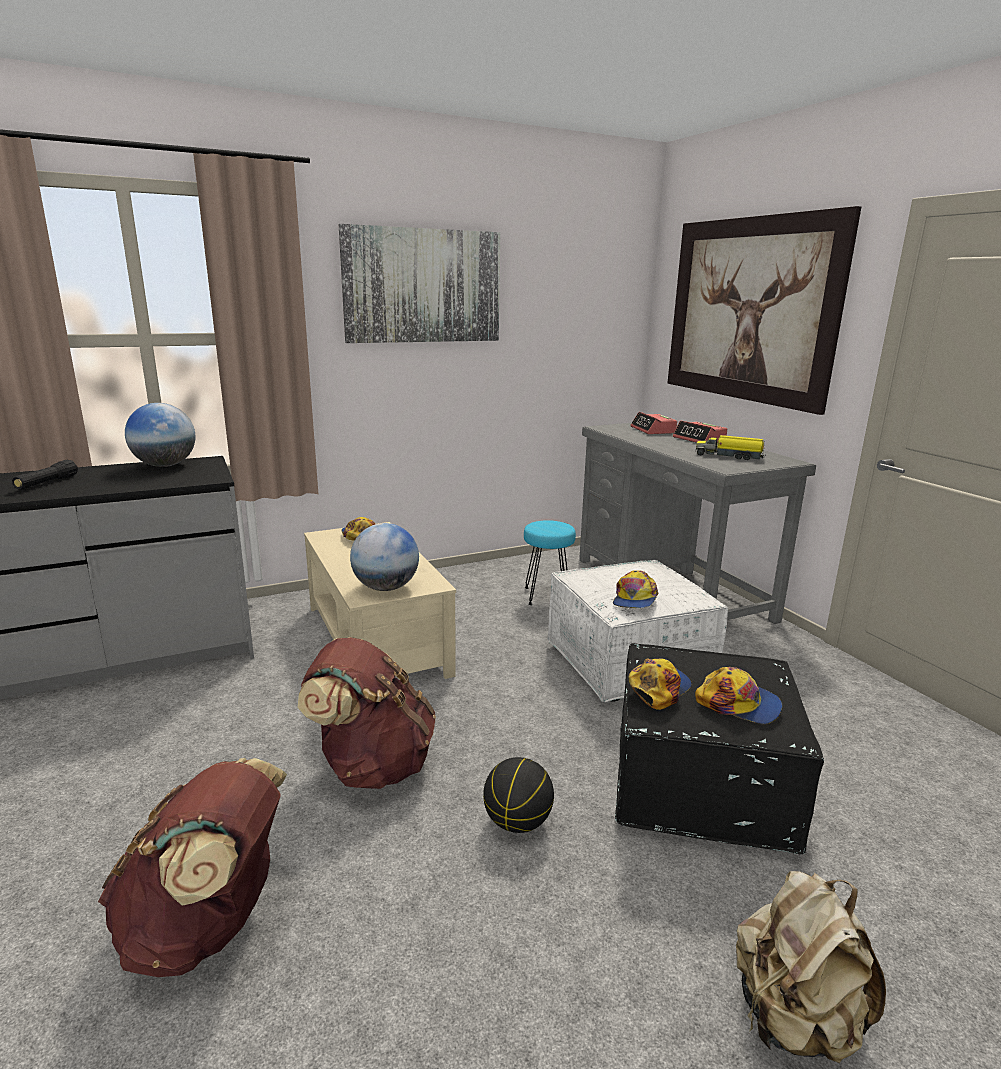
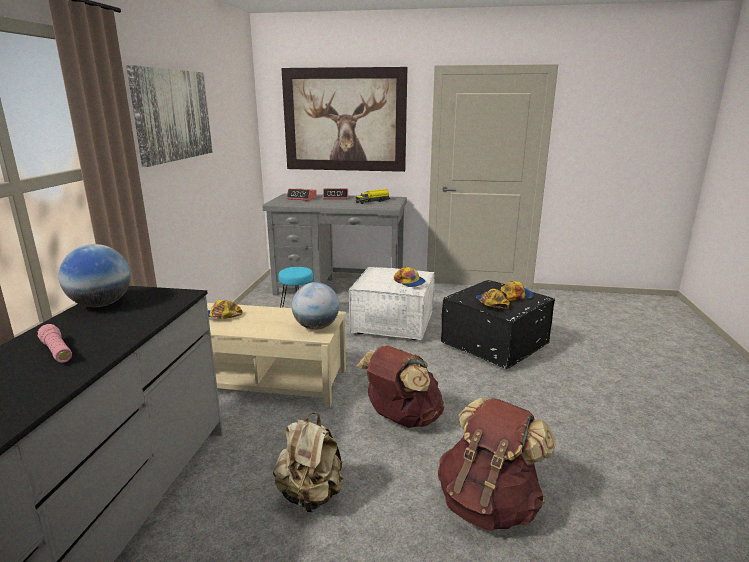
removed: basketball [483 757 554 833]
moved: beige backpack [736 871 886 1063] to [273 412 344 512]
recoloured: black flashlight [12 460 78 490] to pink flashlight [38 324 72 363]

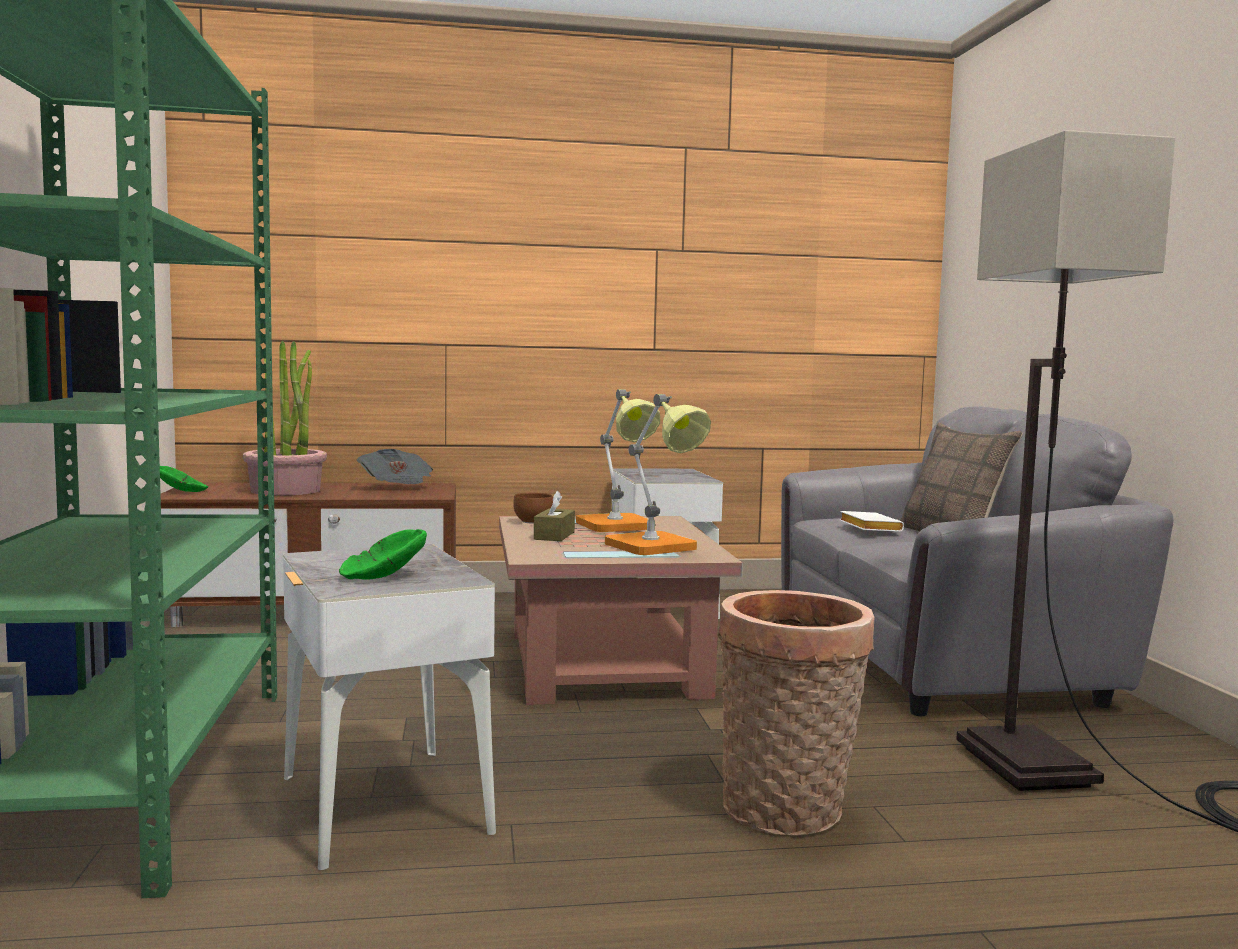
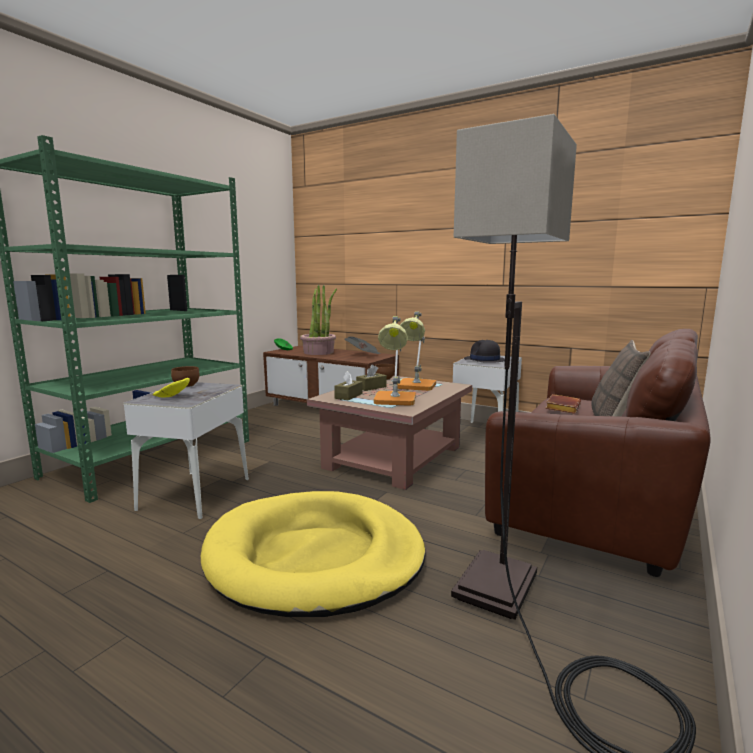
added: brown bowl [171 366 200 387]; brown tissue box [334 371 362 400]; black hat [464 340 505 363]
replaced: basket [717 590 875 835] to yellow dog bed [201 491 426 617]
recoloured: green bowl [339 529 427 580] to yellow bowl [153 378 190 398]; grey sofa [781 406 1174 716] to brown sofa [485 329 711 577]; white book [840 511 904 532] to brown book [545 394 581 414]

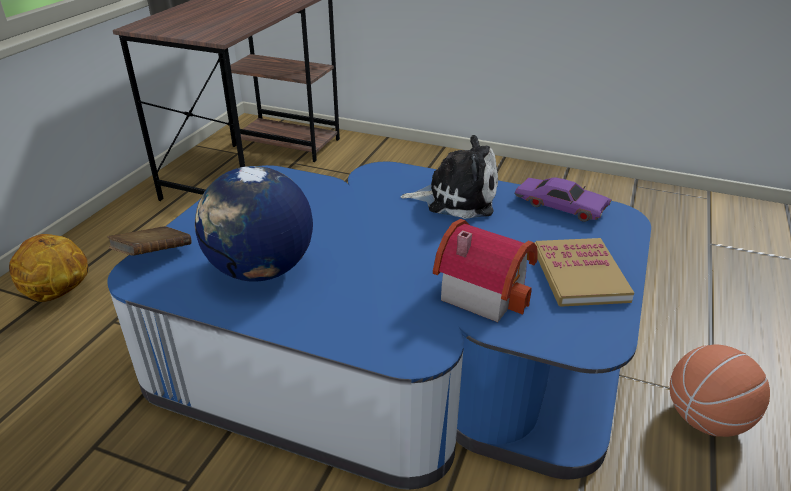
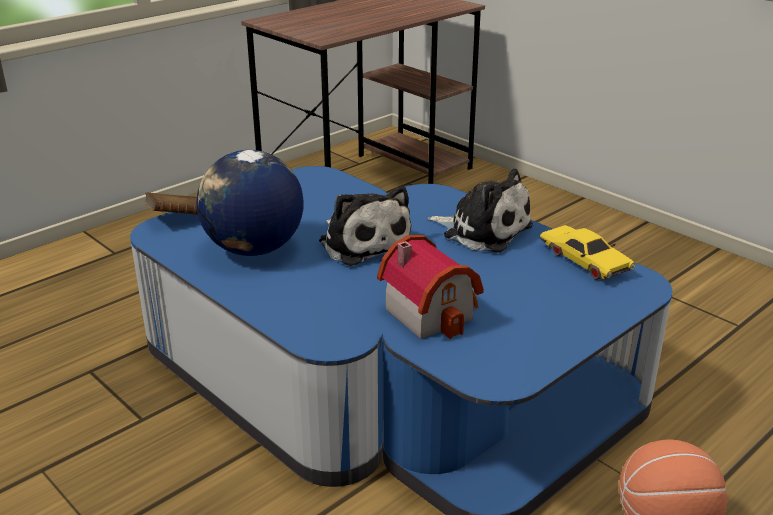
removed: basketball [9 234 88 302]; book [534 238 634 307]
added: plush toy [319 186 411 266]
recoloured: purple toy car [515 177 611 222] to yellow toy car [540 225 636 280]

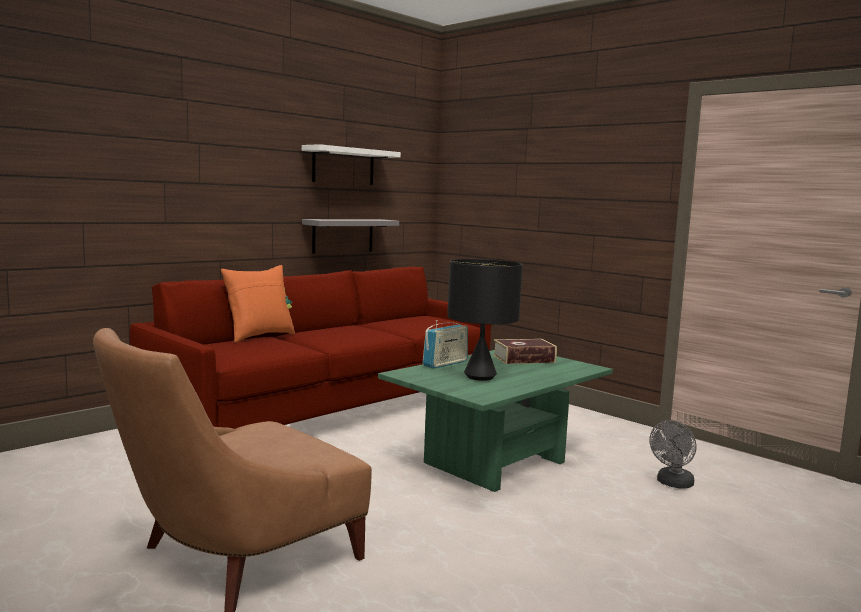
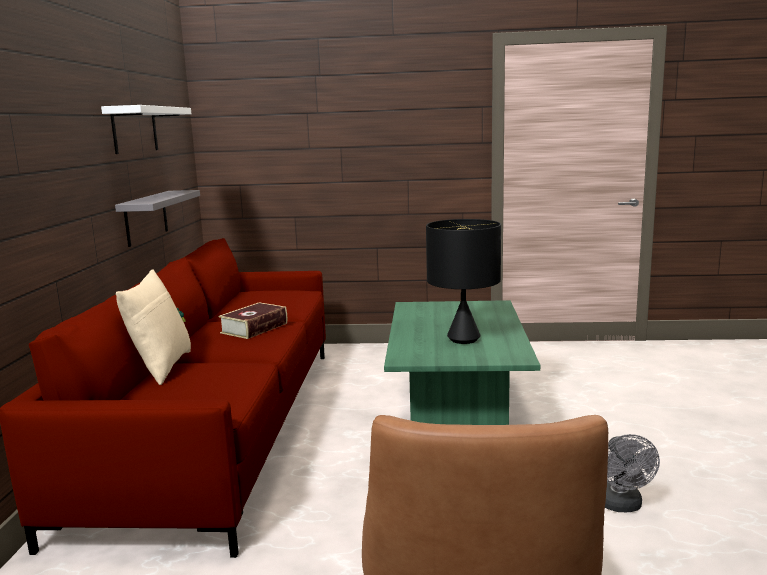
removed: radio [423 320 468 369]
moved: book [493 339 557 364] to [218 302 287 339]; grey fan [650 420 696 489] to [605 434 660 512]
recoloured: orange pillow [221 265 295 343] to beige pillow [116 269 191 385]

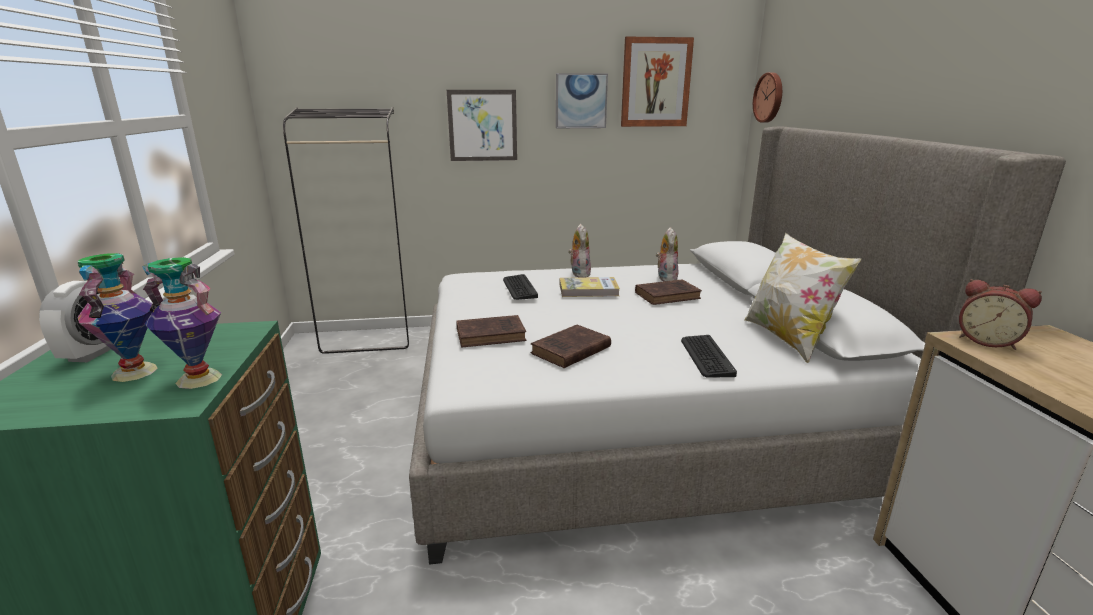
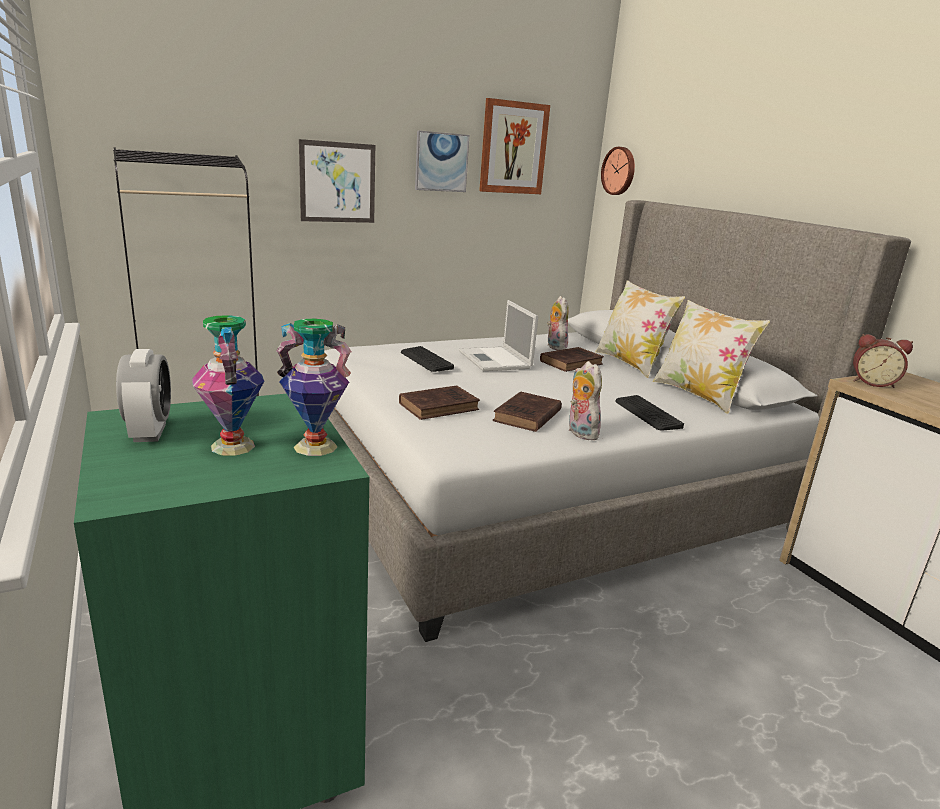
added: pillow [595 280 685 378]
moved: plush toy [568 224 591 277] to [569 361 602 440]
replaced: book [560 277 620 297] to laptop [459 300 538 371]

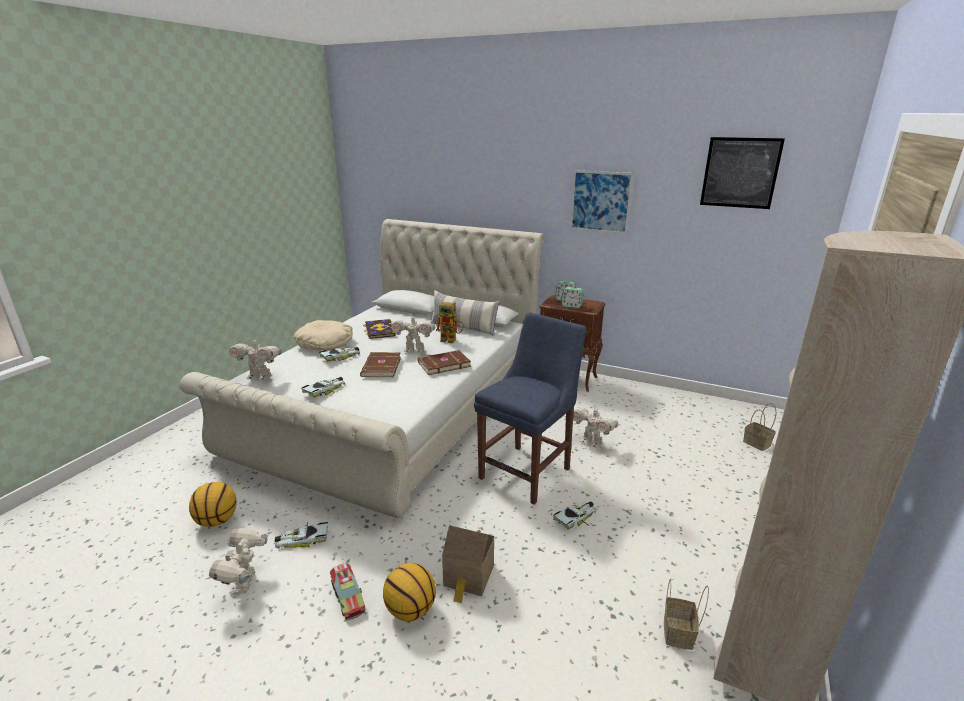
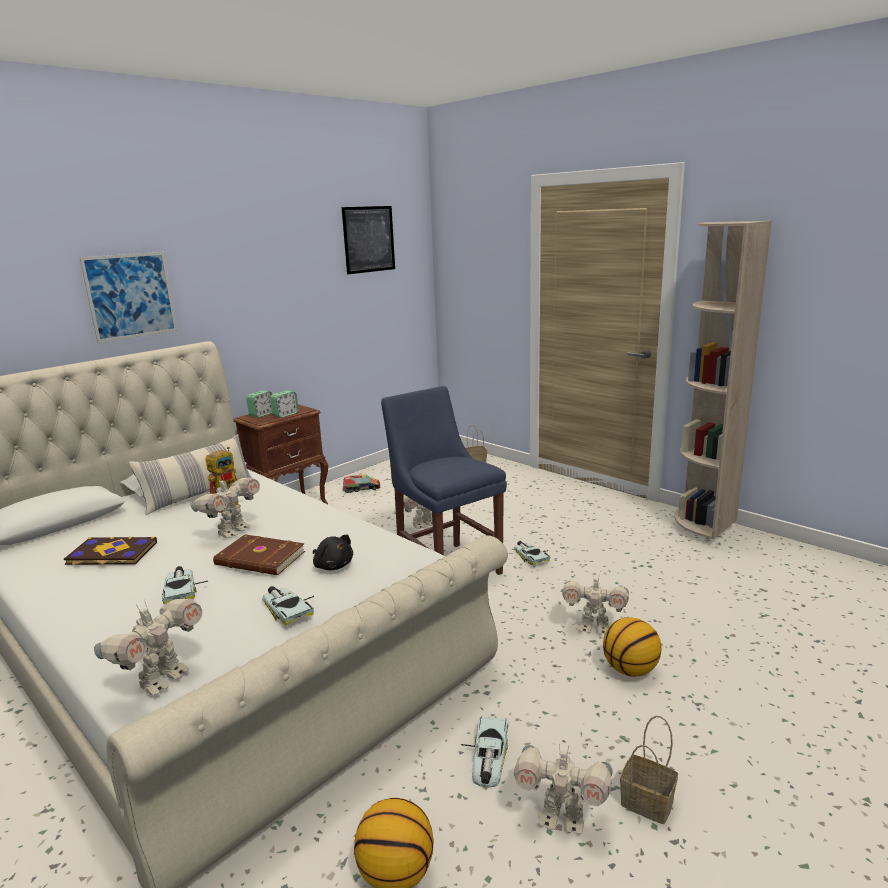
removed: beige pillow [293 320 353 350]; brown book [418 350 471 375]
added: black plush toy [313 535 353 570]
moved: picture [570 170 633 234] to [79 252 177 343]; toy truck [330 563 365 620] to [343 473 381 493]; basket [664 579 709 650] to [620 716 678 824]
replaced: toy house [442 525 494 603] to toy robot [562 573 629 634]

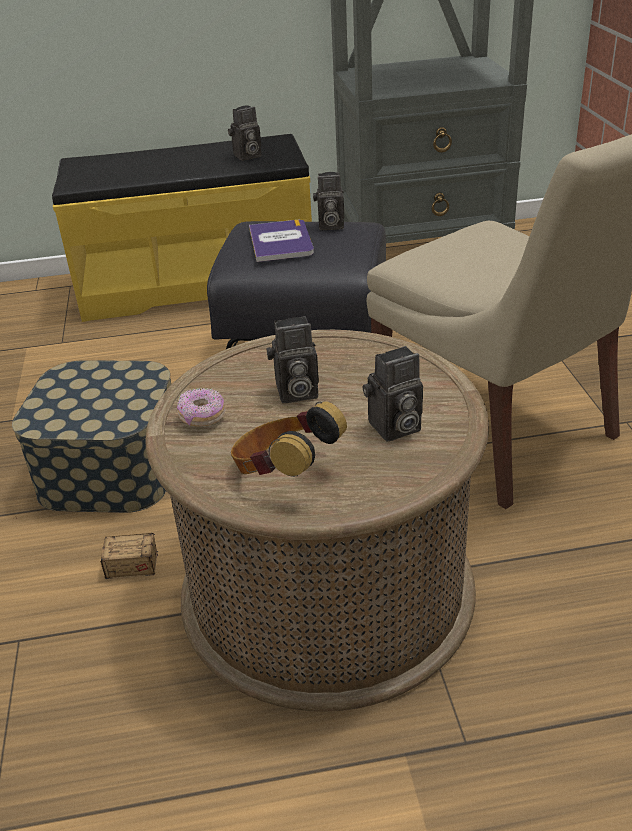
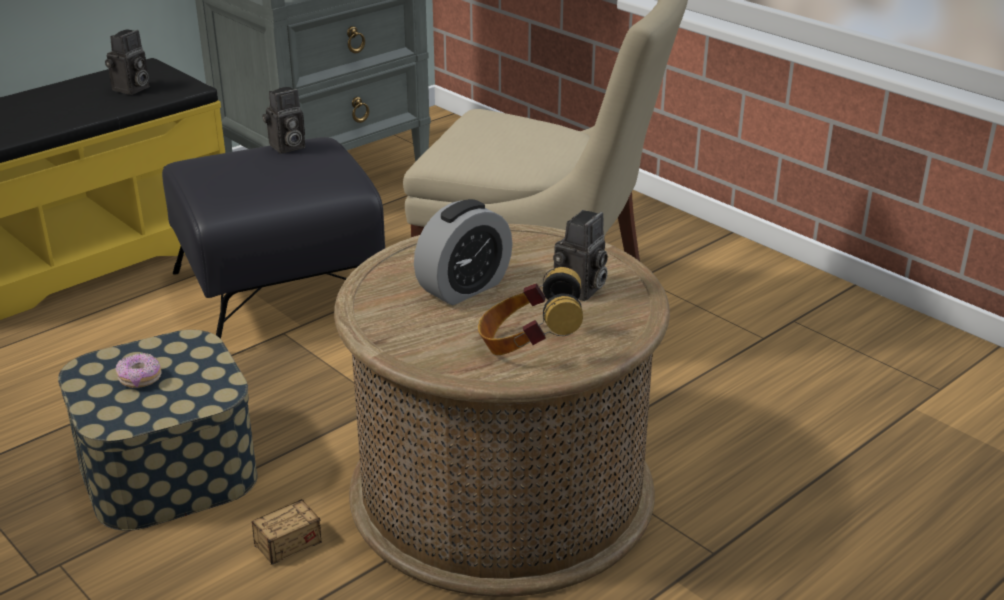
removed: book [249 220 314 262]
moved: donut [177 388 225 427] to [116 353 161 388]
replaced: photo camera [266 316 319 403] to alarm clock [414 199 513 305]

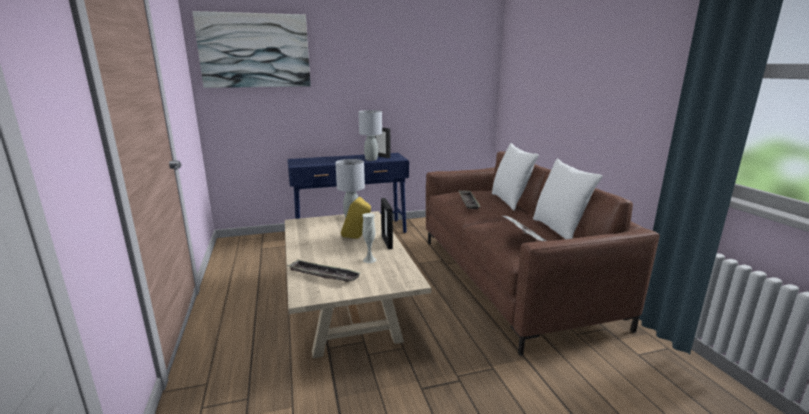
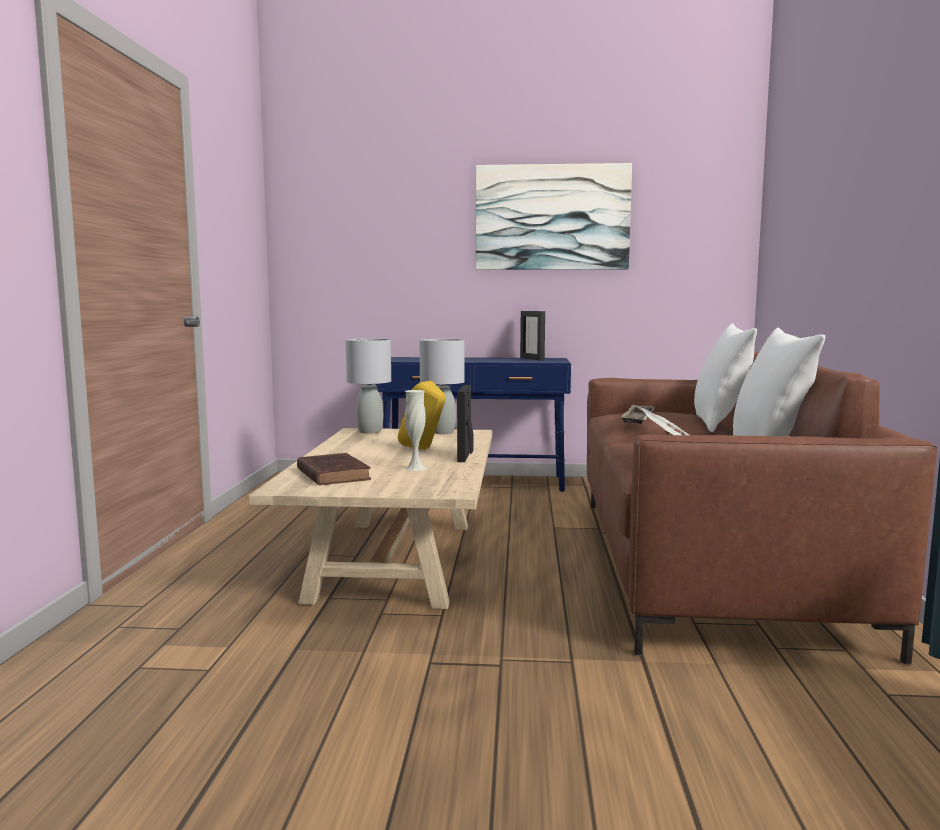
moved: grey table lamp [358 110 382 161] to [346 338 391 434]; picture [192 11 311 88] to [476 163 632 270]
replaced: tray [287 260 361 282] to brown book [297 453 371 485]

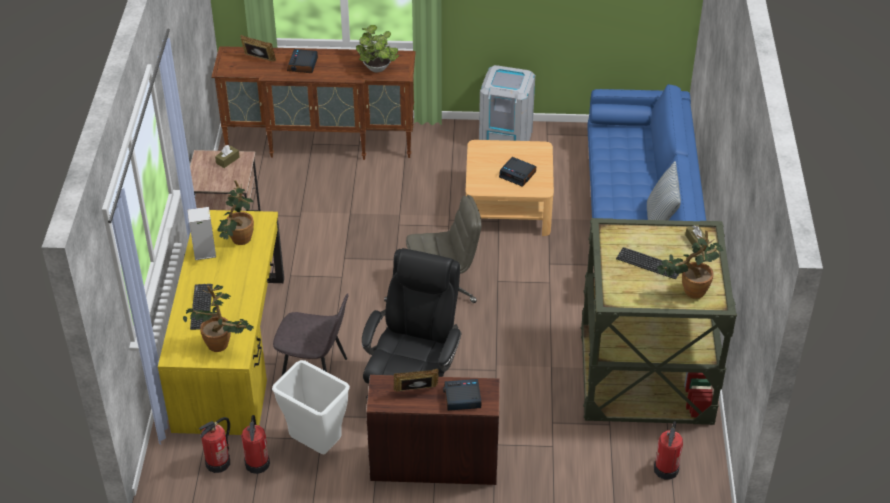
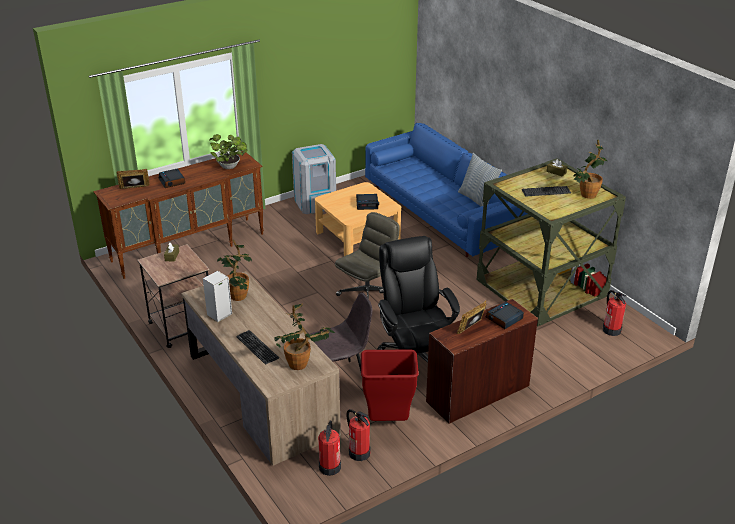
recoloured: yellow desk [158 210 284 435] to brown desk [181 271 341 466]; white trash can [272 360 350 454] to red trash can [361 349 419 421]

